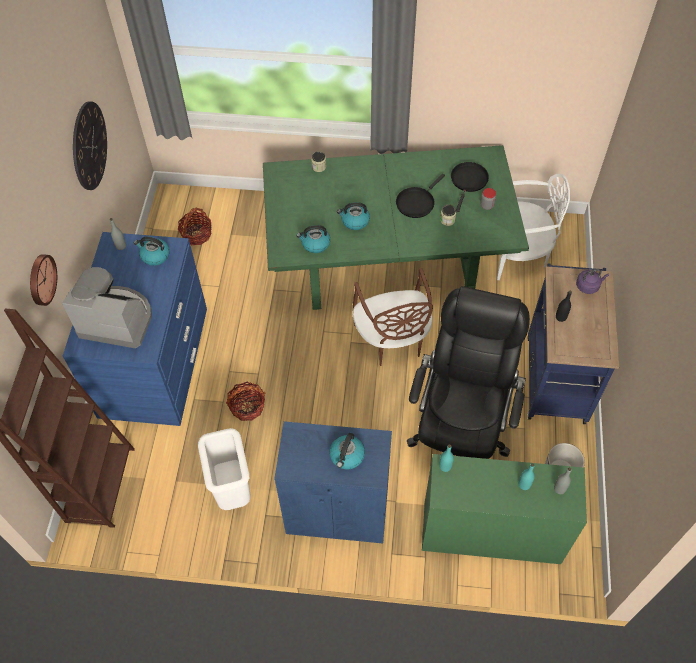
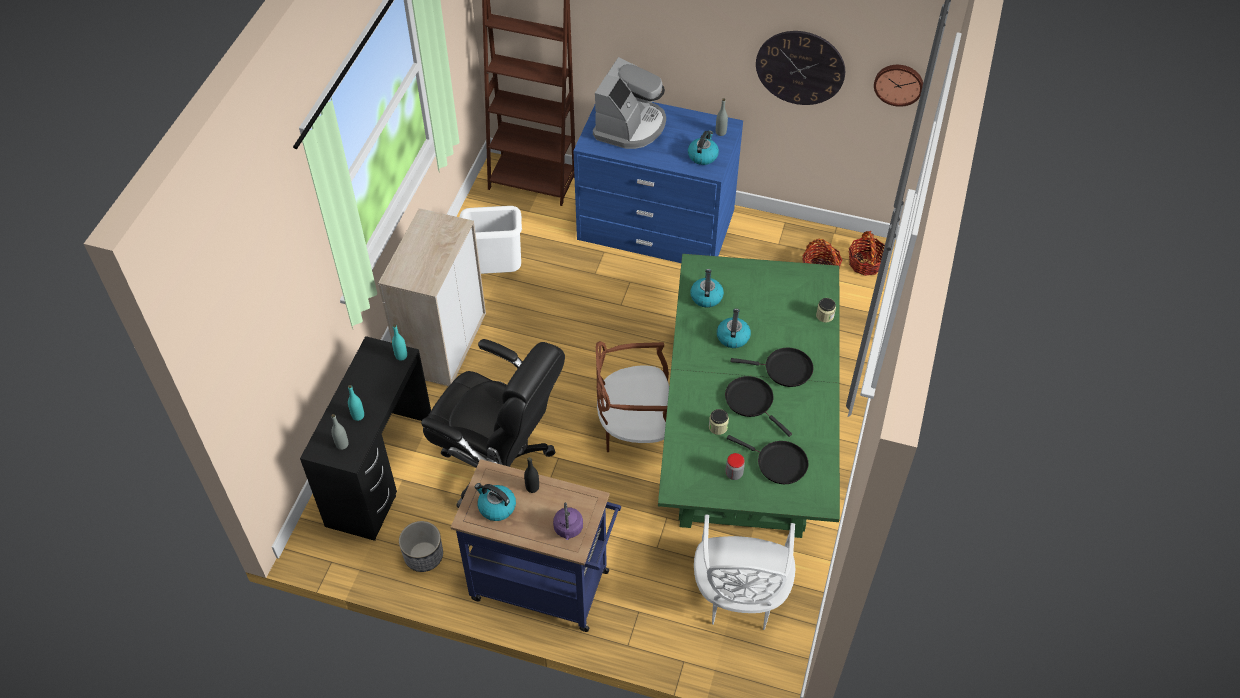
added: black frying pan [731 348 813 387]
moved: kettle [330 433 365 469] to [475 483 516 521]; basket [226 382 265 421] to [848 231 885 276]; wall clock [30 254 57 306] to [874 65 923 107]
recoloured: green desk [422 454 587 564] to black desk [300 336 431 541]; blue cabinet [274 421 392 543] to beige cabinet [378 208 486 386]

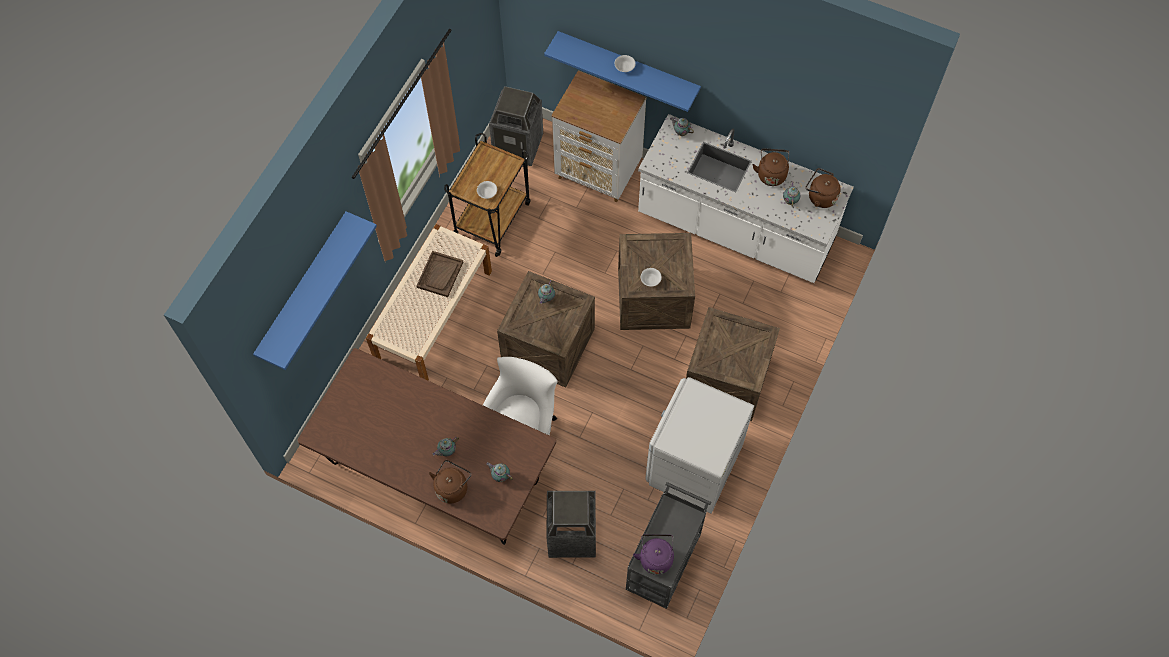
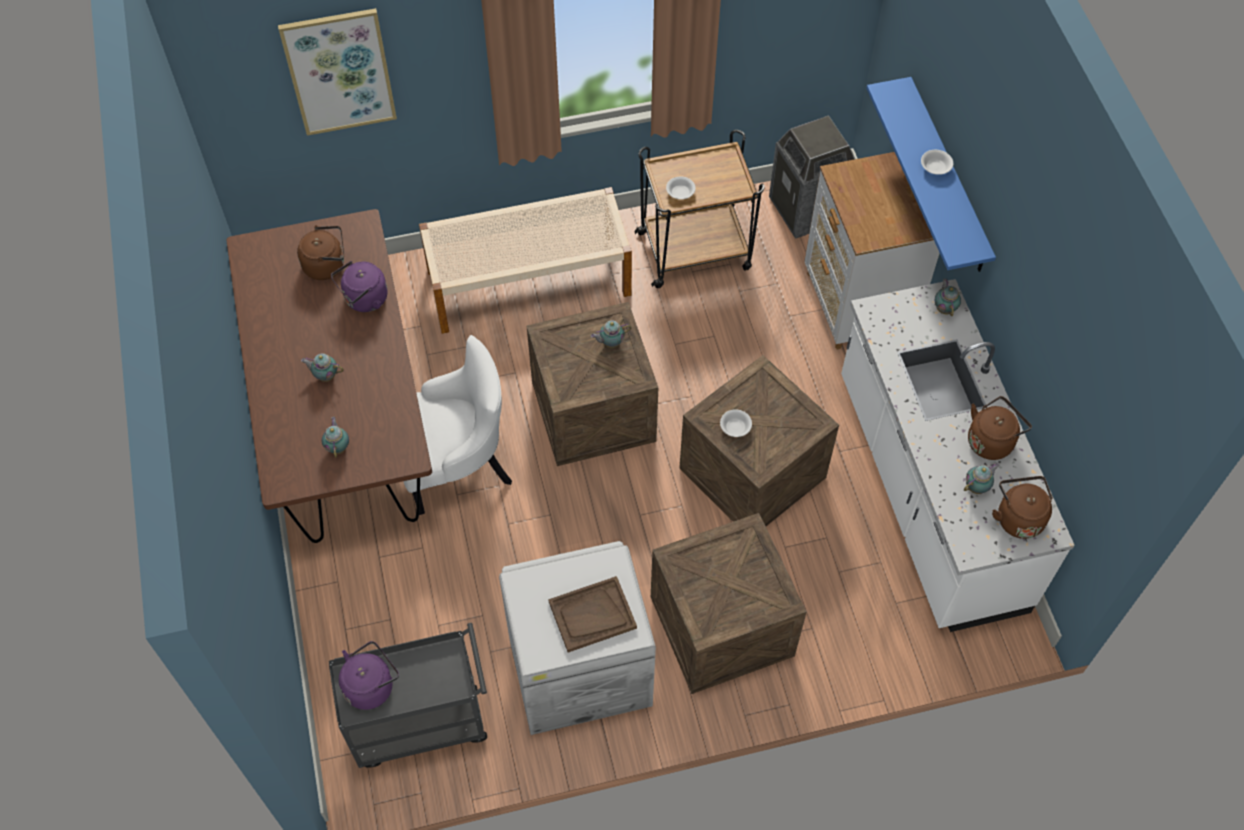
removed: trash can [546 491 596 558]
added: purple kettle [331 261 388 312]
moved: brown kettle [429 460 471 504] to [297 225 344 280]; brown tray [416 251 463 297] to [548 576 637 652]
replaced: blue shelf [253 211 377 370] to picture [278 8 397 136]

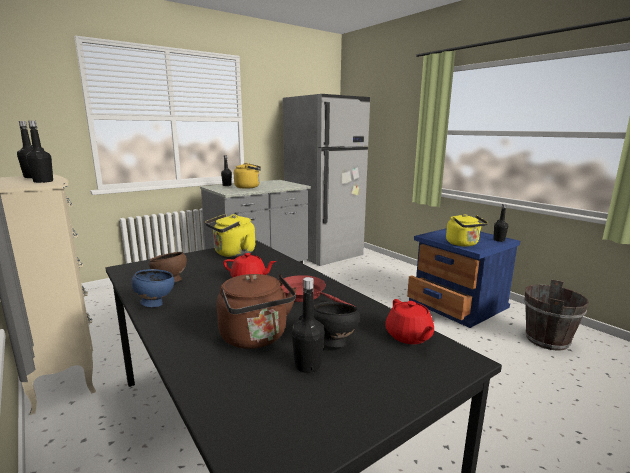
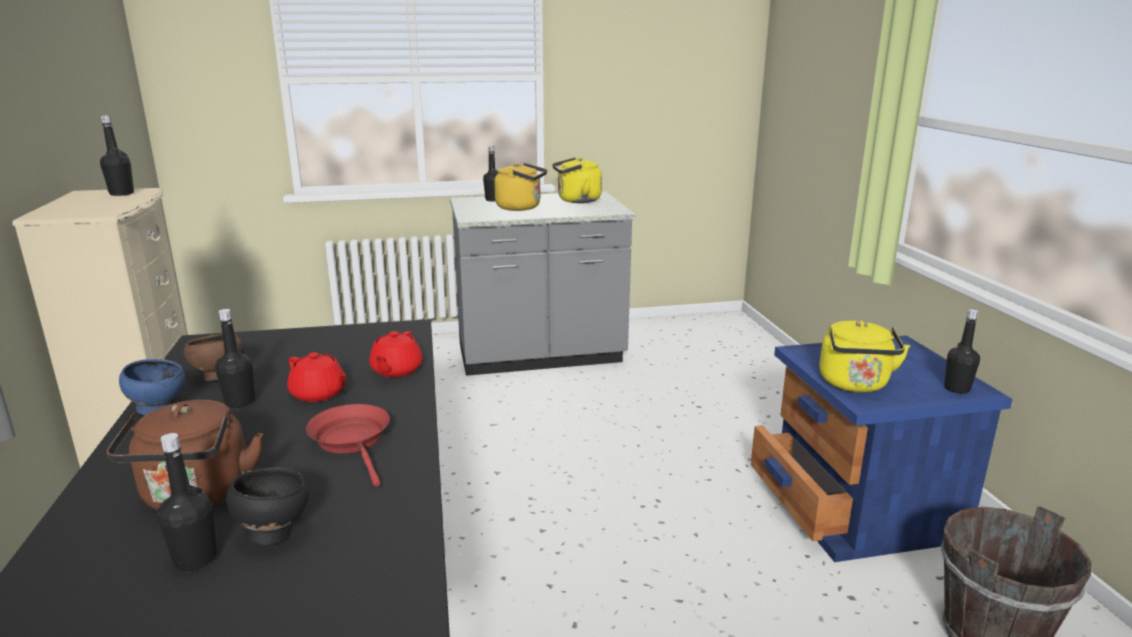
removed: grey fridge [283 94 370 266]
moved: black bottle [26 121 53 183] to [215 309 255 408]; red teapot [385 299 434 344] to [369 331 423 377]; yellow kettle [205 214 255 257] to [552 157 602 203]

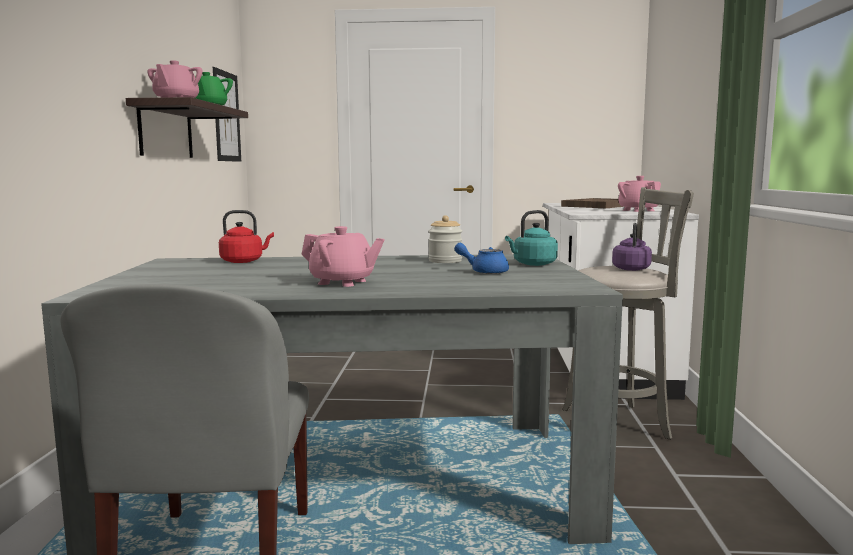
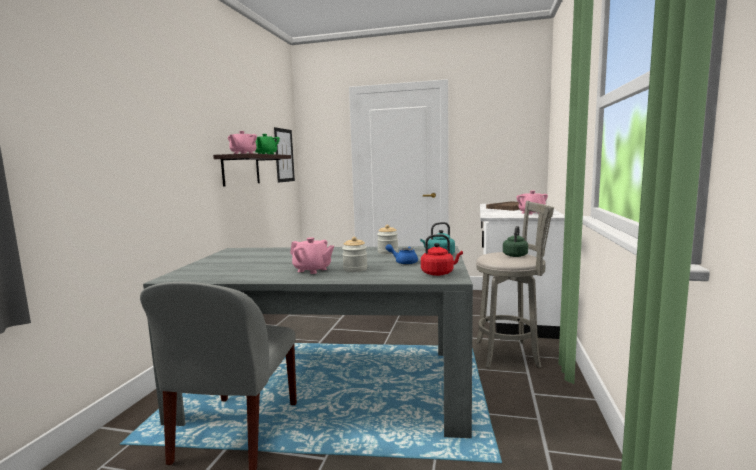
added: jar [342 237 367 272]
moved: red kettle [219 210 274 263] to [421 234 463 276]
recoloured: purple kettle [612 223 652 271] to green kettle [503 226 528 257]

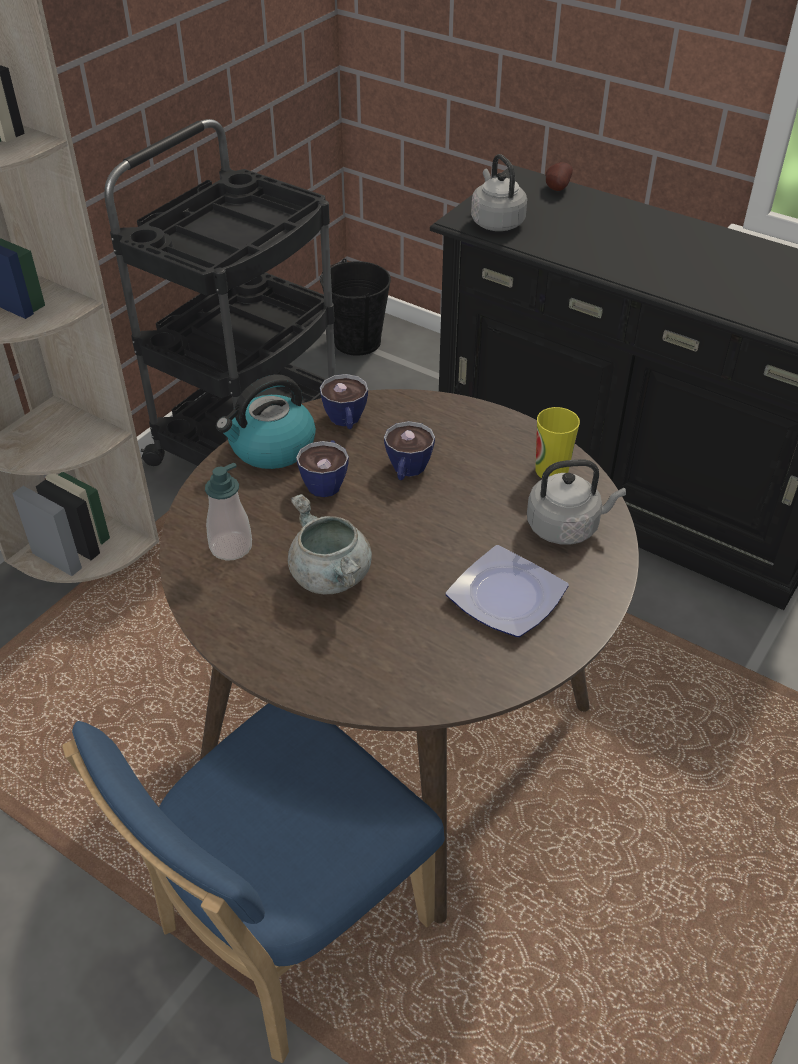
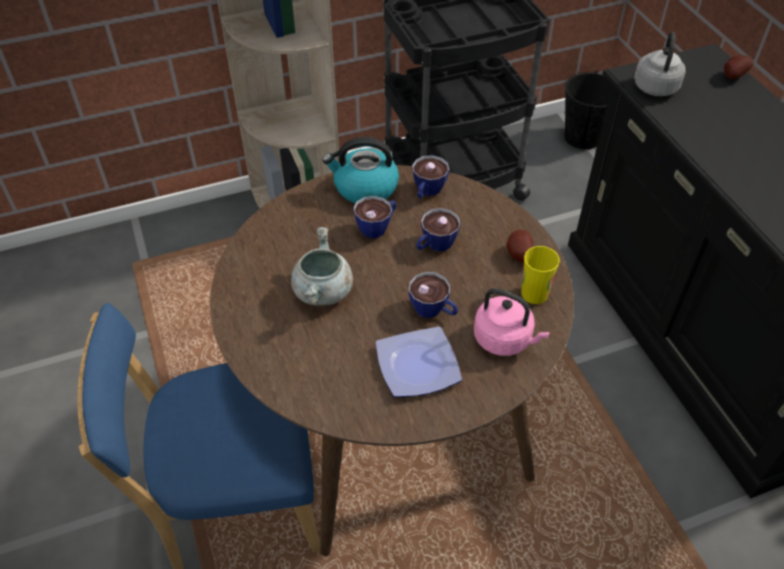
removed: soap dispenser [205 463 252 561]
added: cup [409 272 458 318]; potato [506 230 533 262]
recoloured: grey kettle [527 460 626 545] to pink kettle [474 288 550 356]

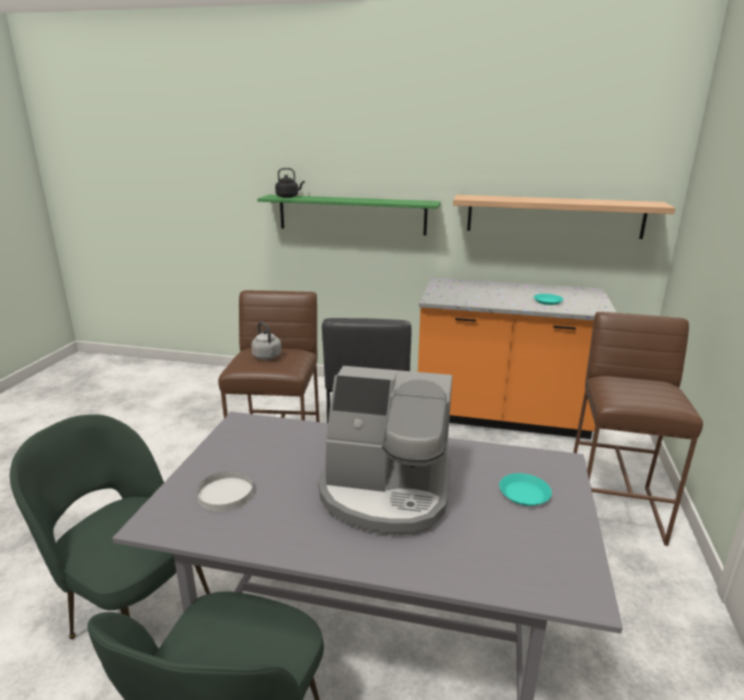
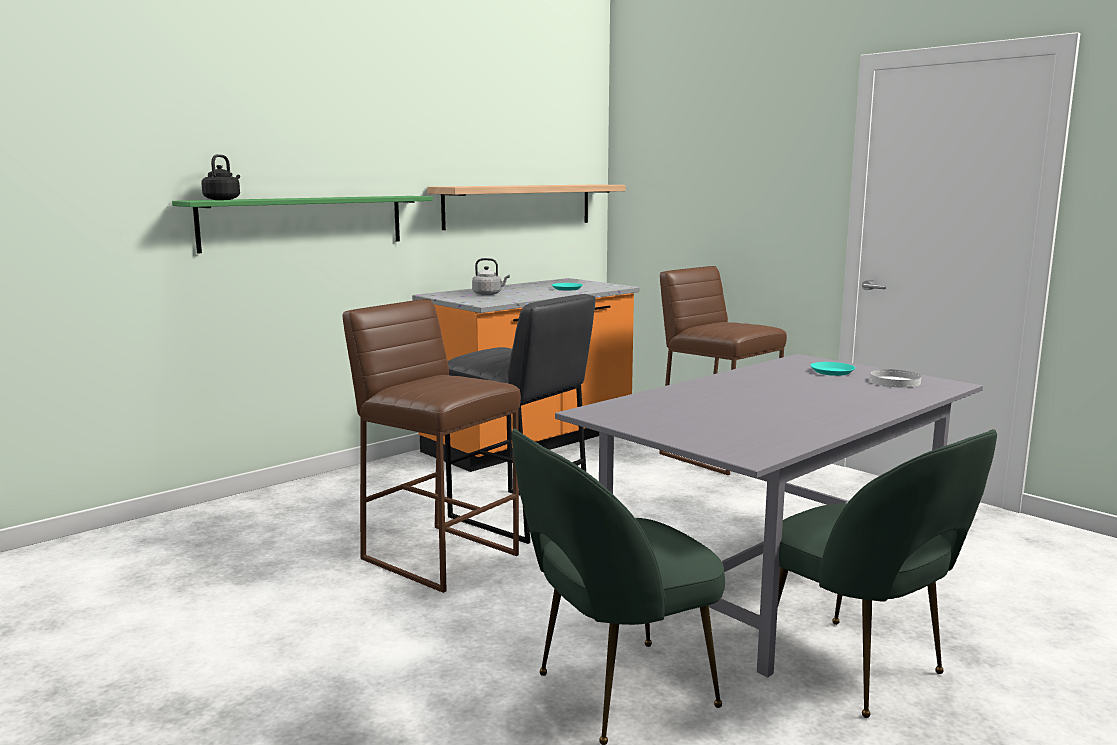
removed: coffee machine [318 366 452 536]
moved: grey kettle [251 321 282 360] to [472 258 510 295]; white plate [197 471 253 512] to [870 369 921 388]

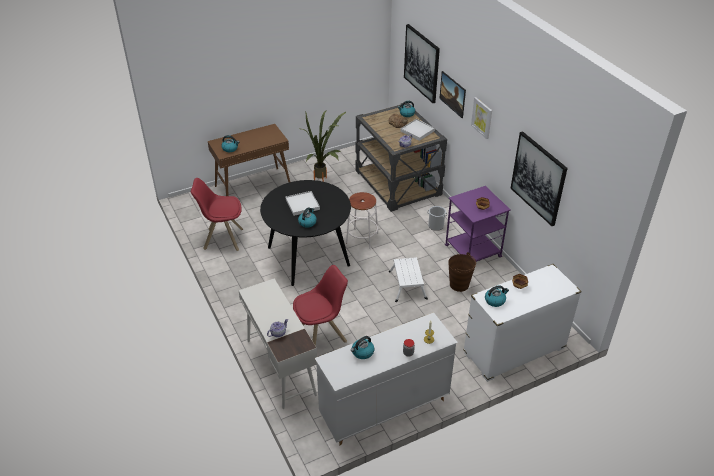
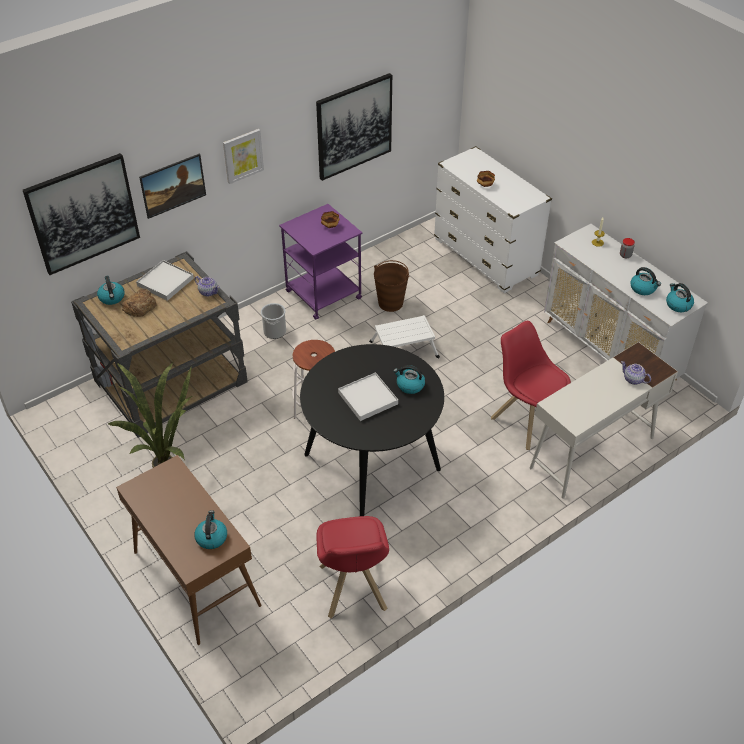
moved: kettle [485 286 509 307] to [666 283 694 312]

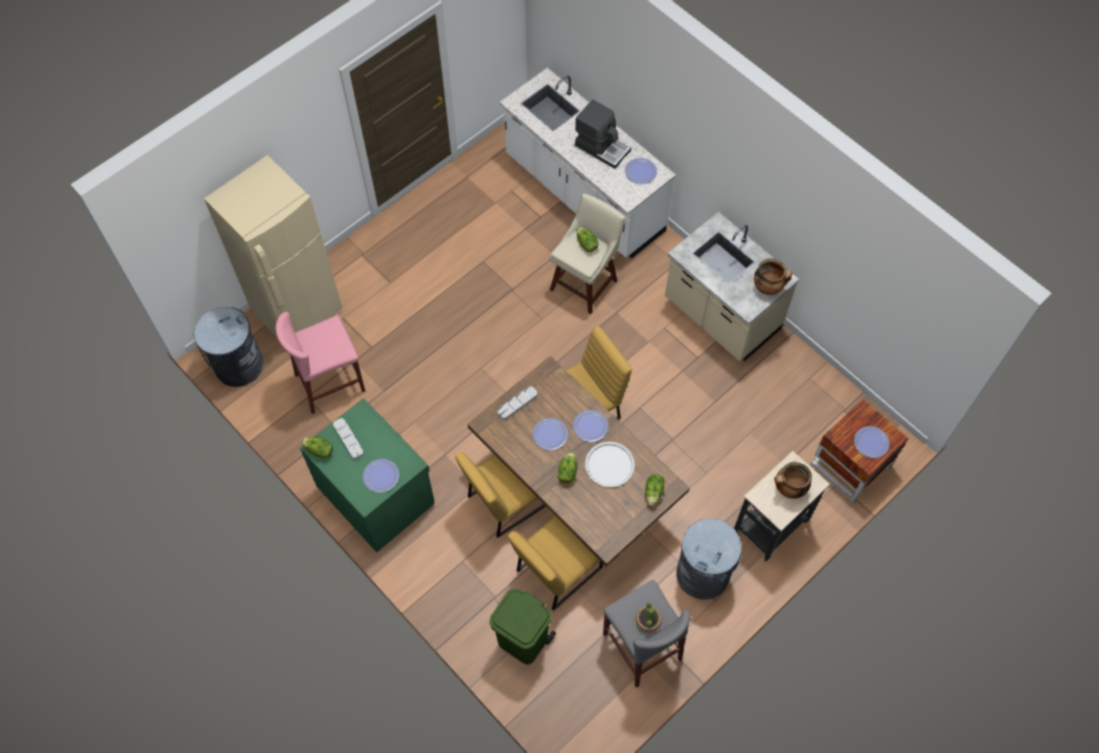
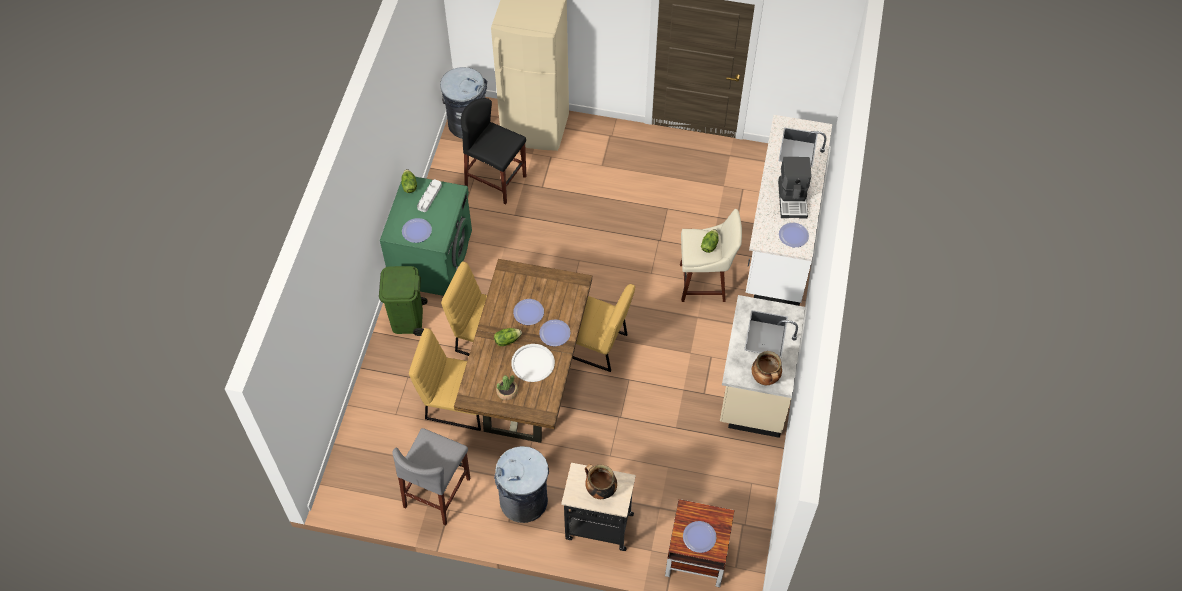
removed: grey tray [497 386 537 420]; lettuce [645 474 665 506]
moved: green trash can [489 589 556 664] to [379 266 427 336]; potted plant [635 602 662 633] to [496 375 518 400]
recoloured: pink stool [275 312 365 414] to black stool [461 98 526 205]

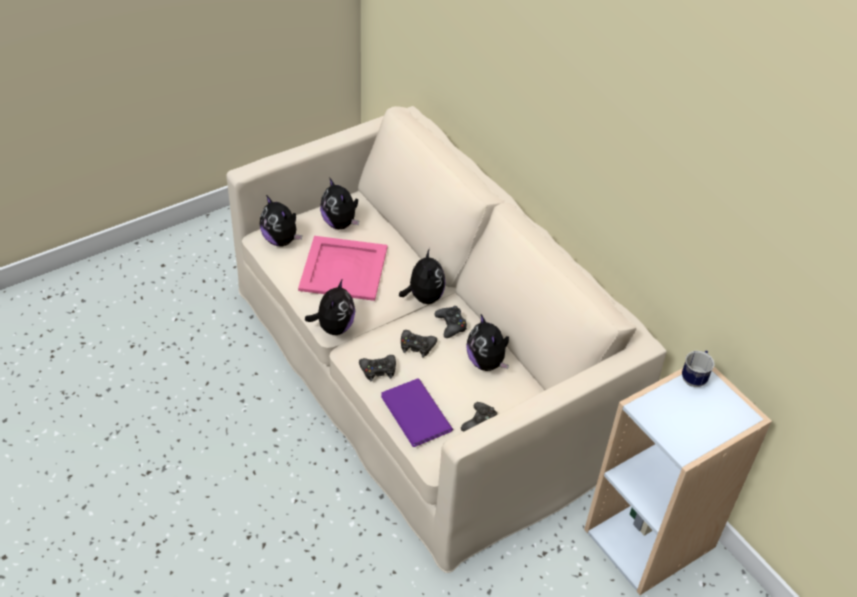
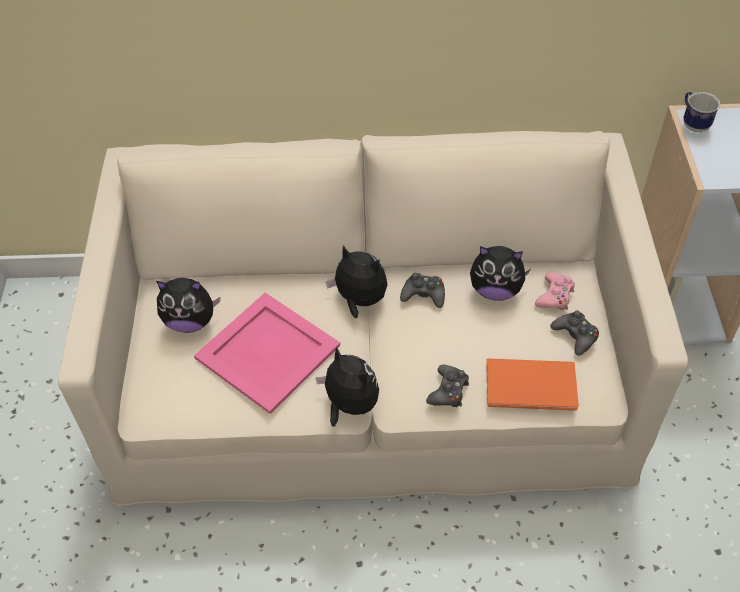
removed: plush toy [260 195 302 246]; black game controller [401 330 437 358]
added: pink game controller [535 272 575 310]
recoloured: purple book [381 378 453 447] to orange book [486 358 579 411]

